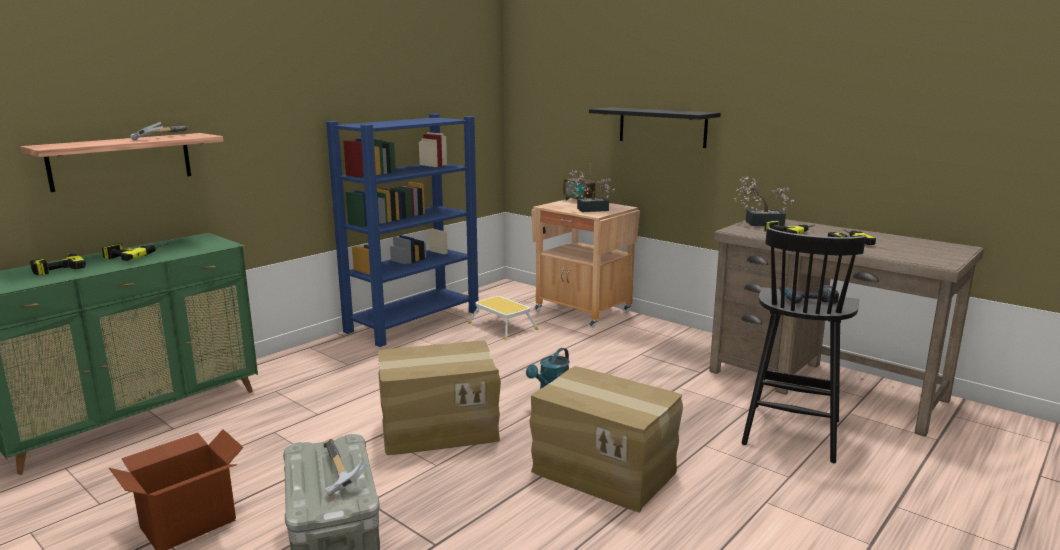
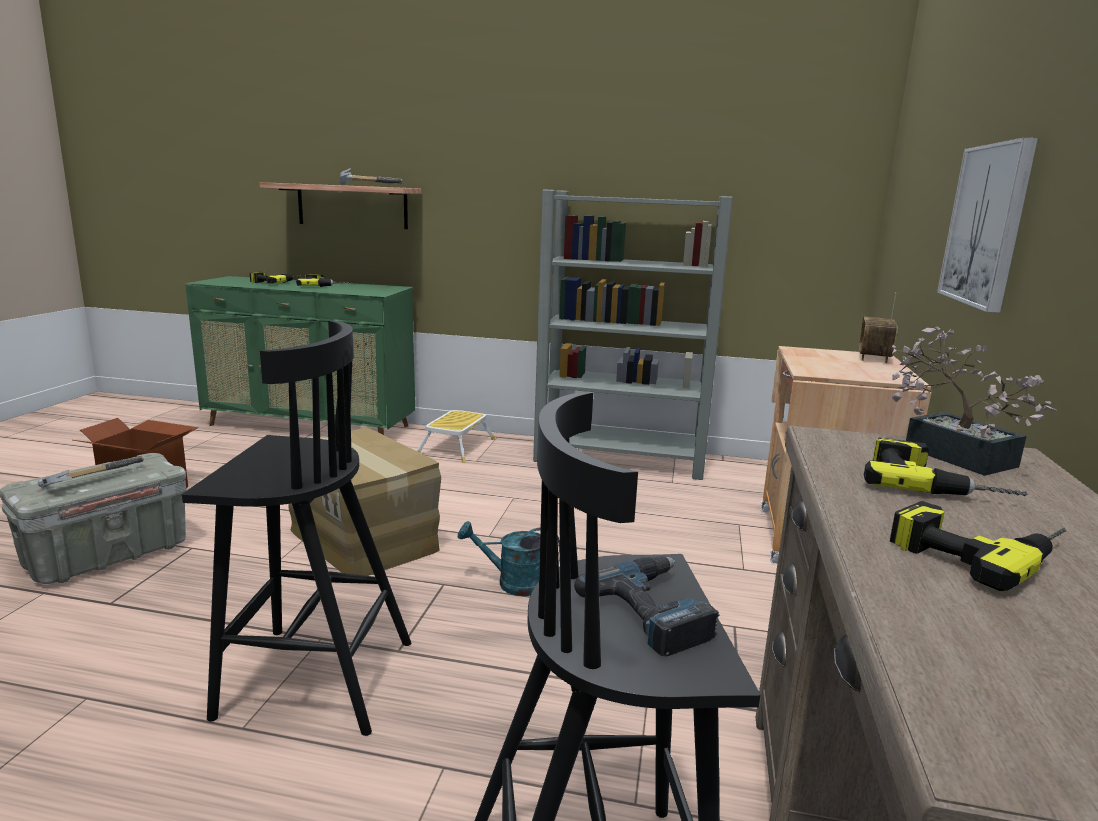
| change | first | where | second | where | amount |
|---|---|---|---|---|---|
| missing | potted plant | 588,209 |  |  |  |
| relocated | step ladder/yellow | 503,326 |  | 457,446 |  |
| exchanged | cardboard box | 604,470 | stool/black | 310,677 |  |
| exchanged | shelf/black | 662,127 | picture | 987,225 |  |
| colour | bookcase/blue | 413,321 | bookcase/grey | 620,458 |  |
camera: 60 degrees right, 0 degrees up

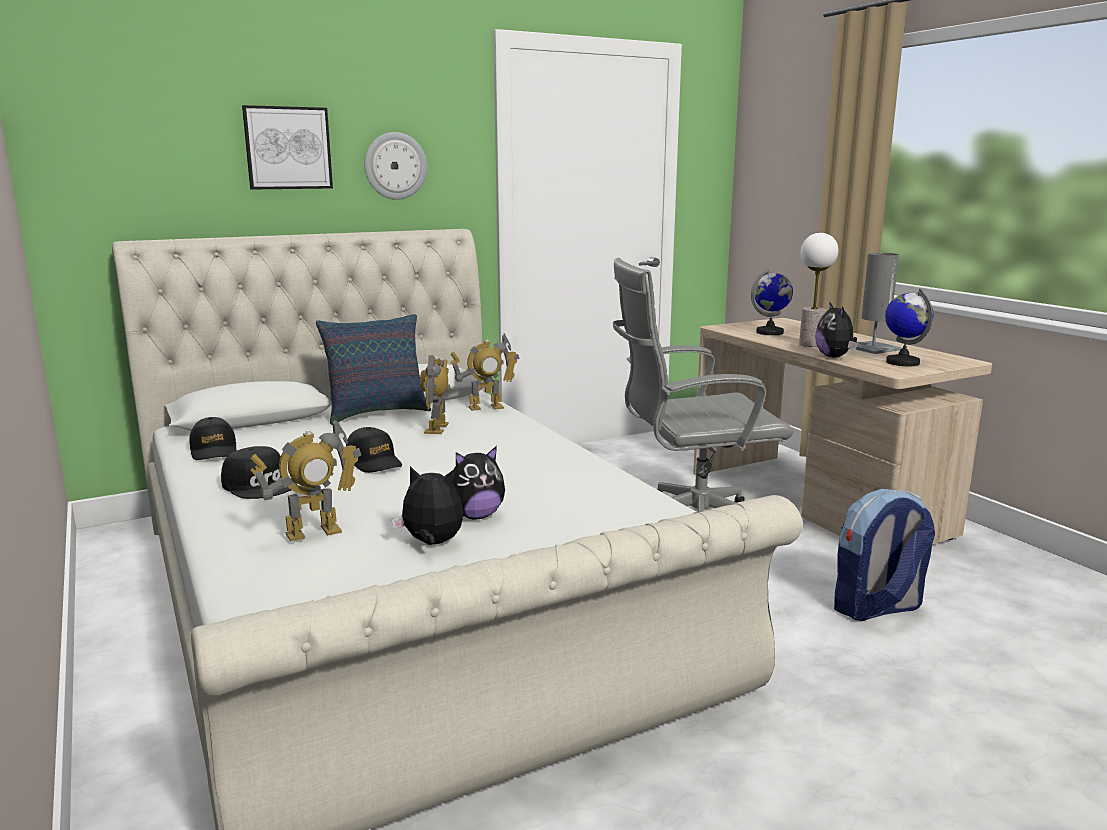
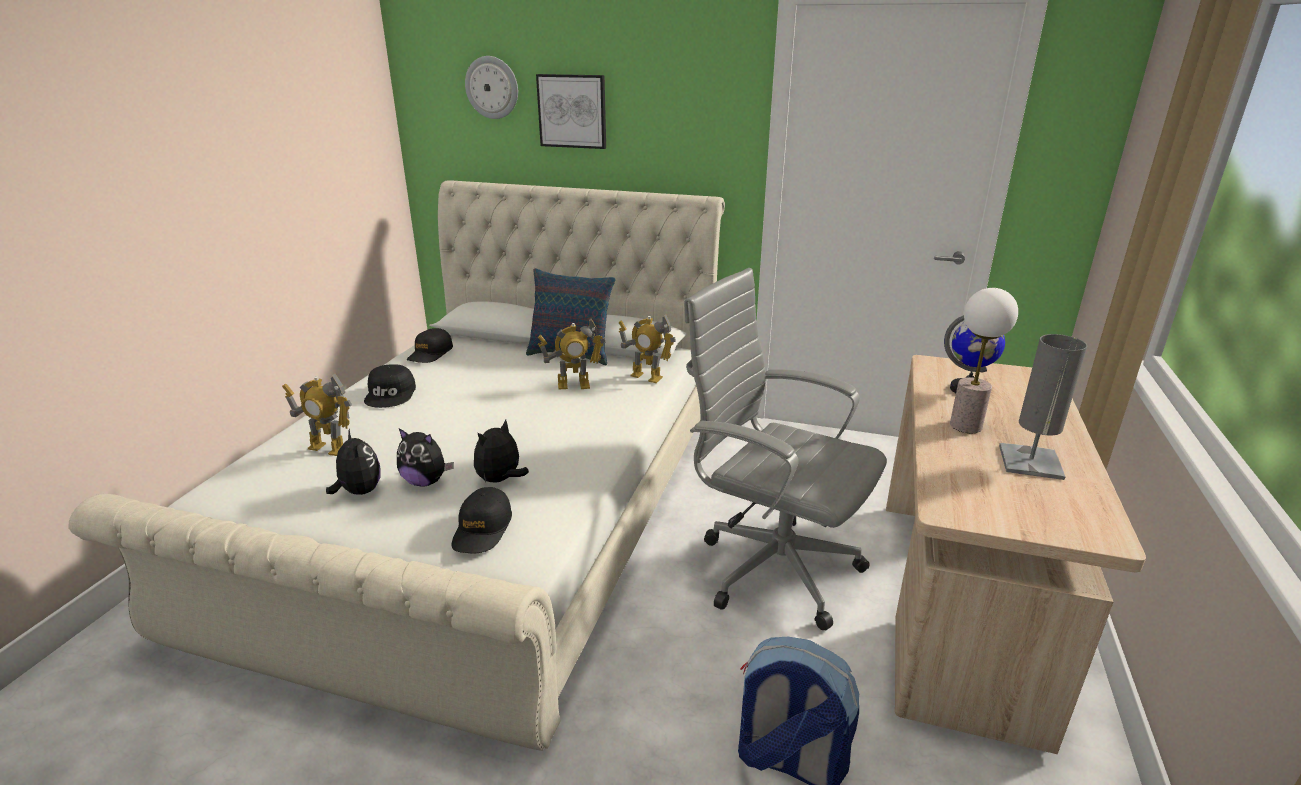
| change | first | where | second | where | amount |
|---|---|---|---|---|---|
| missing | globe | 902,362 |  |  |  |
| relocated | cap/black | 374,462 |  | 482,529 |  |
| relocated | wall clock | 395,166 |  | 492,87 |  |
| relocated | plush toy | 835,357 |  | 500,480 |  |
| spun | toy robot | 437,428 |  | 574,386 | 150 degrees counterclockwise |
camera: 45 degrees right, 10 degrees up

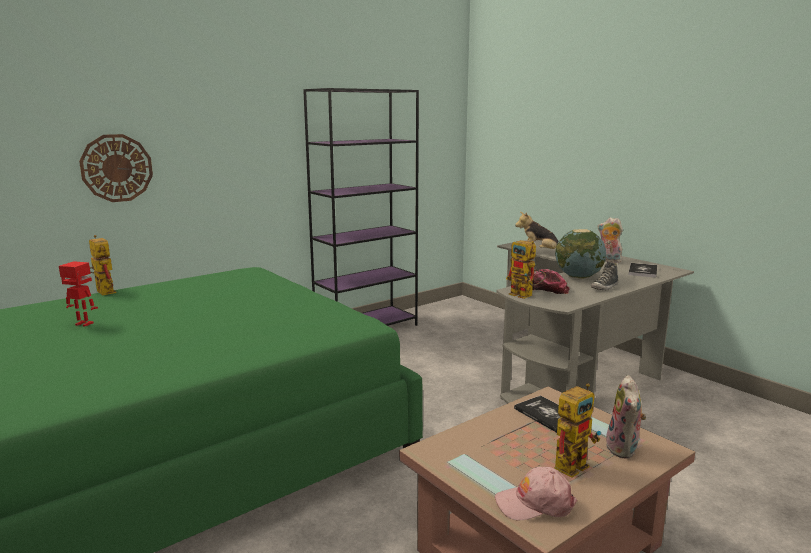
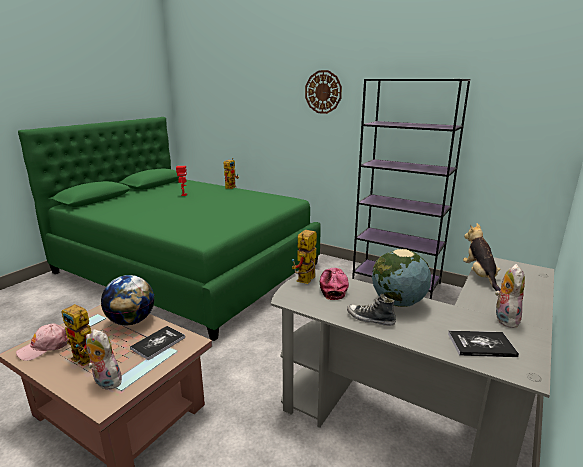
| change | first | where | second | where | amount |
|---|---|---|---|---|---|
| appeared |  |  | globe | 131,321 |  |
| relocated | wall clock | 117,168 |  | 323,92 |  |
| spun | cap/pink | 535,503 |  | 45,347 | 105 degrees counterclockwise |
| spun | plush toy | 624,449 |  | 105,382 | 45 degrees clockwise |
camera: 70 degrees right, 5 degrees up

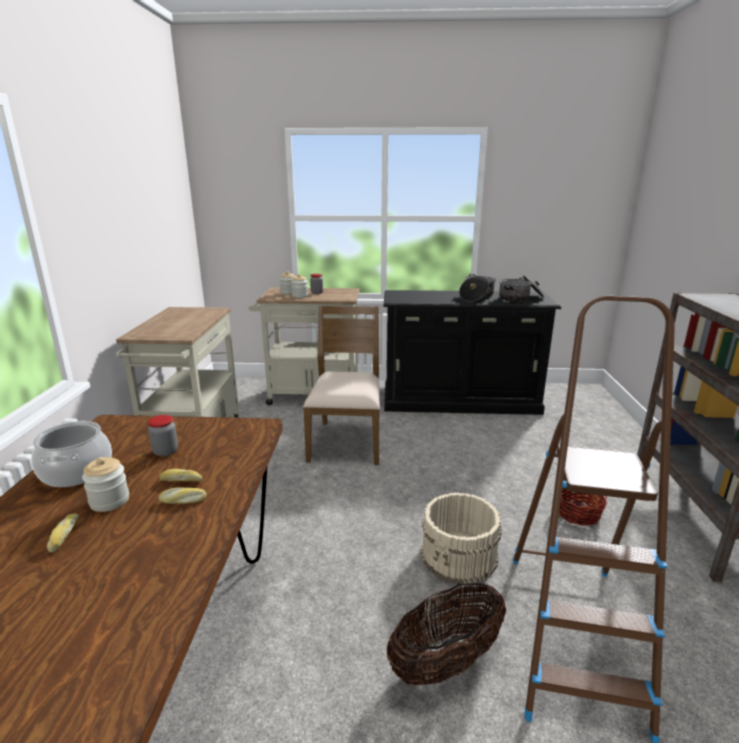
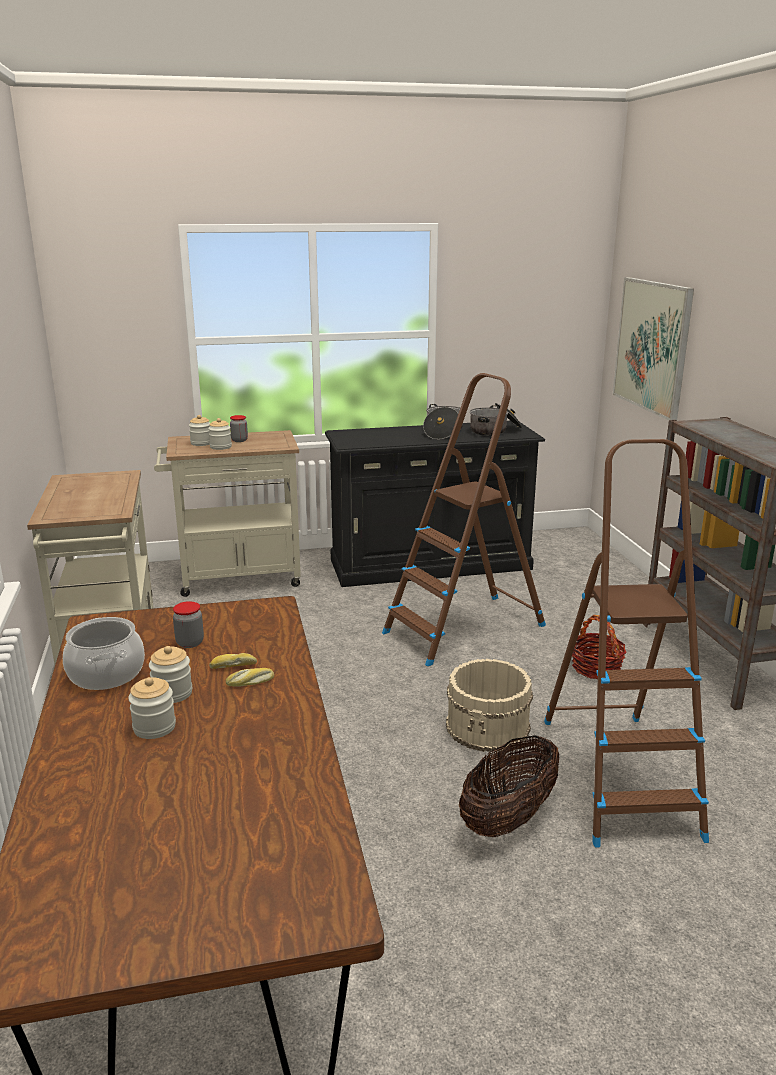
| change | first | where | second | where | amount |
|---|---|---|---|---|---|
| missing | chair/brown | 346,441 |  |  |  |
| appeared |  |  | step ladder/brown | 463,629 |  |
| appeared |  |  | picture | 652,346 |  |
| exchanged | bread | 63,536 | jar | 154,727 |  |
camera: 15 degrees left, 0 degrees up

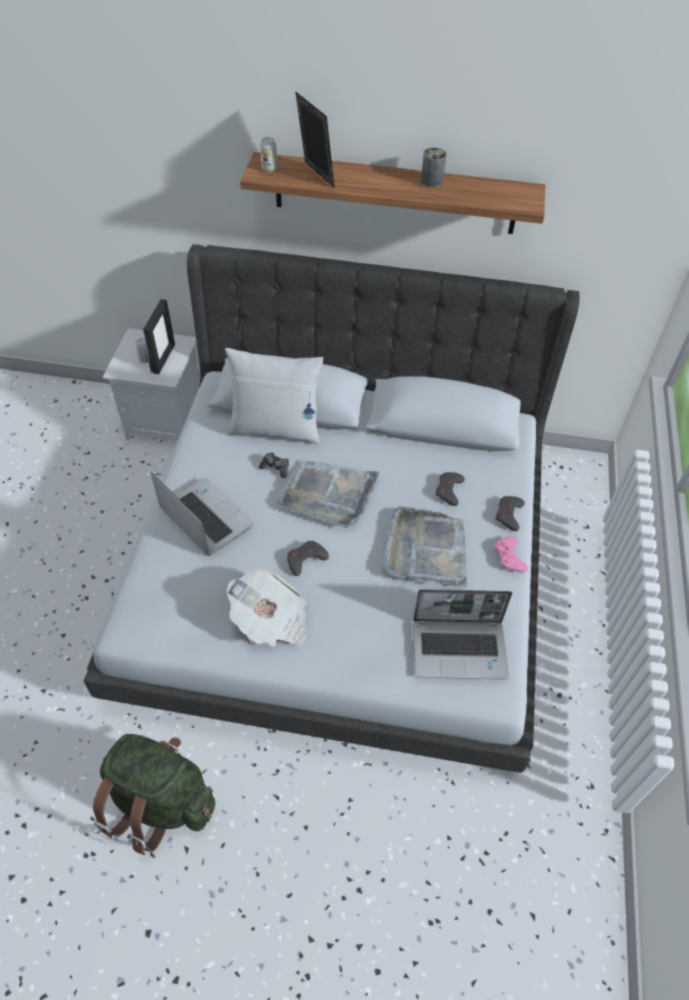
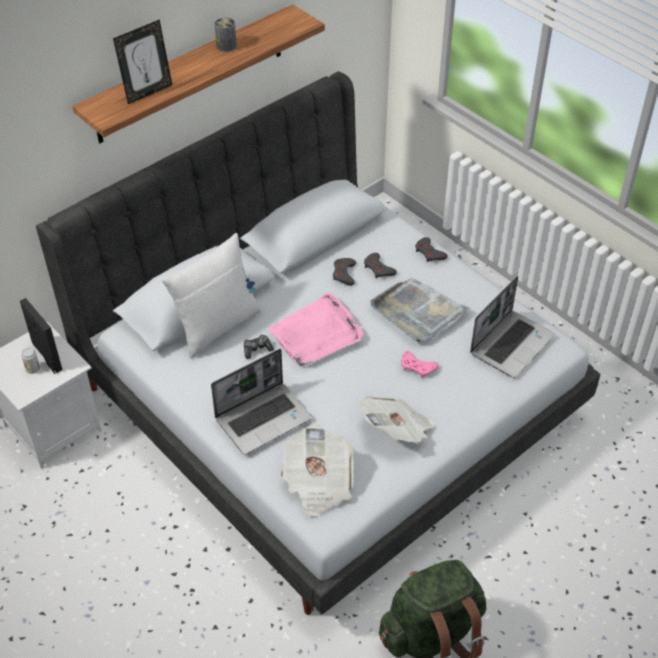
| change | first | where | second | where | amount |
|---|---|---|---|---|---|
| missing | can | 269,168 |  |  |  |
| appeared |  |  | newspaper | 318,483 |  |
| relocated | game controller/grey | 305,559 |  | 344,274 |  |
| relocated | game controller/pink | 509,557 |  | 417,367 |  |
| colour | tray/grey | 328,495 | tray/pink | 316,334 |  |
| spun | laptop | 204,518 |  | 264,418 | 150 degrees clockwise |
| spun | picture frame | 315,176 |  | 148,92 | 135 degrees clockwise |
camera: 50 degrees left, 5 degrees down

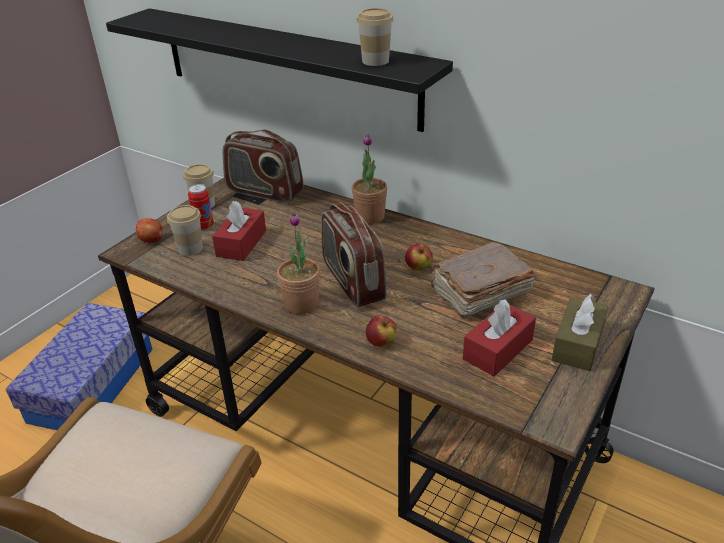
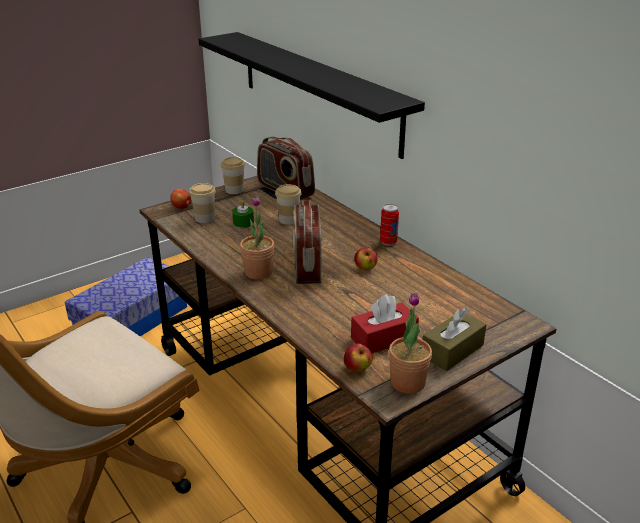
| change | first | where | second | where | amount |
|---|---|---|---|---|---|
| missing | book/brown | 478,293 |  |  |  |
| relocated | can | 204,227 |  | 388,242 |  |
| relocated | potted plant | 370,216 |  | 407,382 |  |
| relocated | cup | 375,61 |  | 288,220 |  |
| relocated | apple | 381,342 |  | 357,368 |  |
| exchanged | tissue box/red | 241,243 | candle/green | 243,222 |  |
camera: 20 degrees right, 5 degrees down

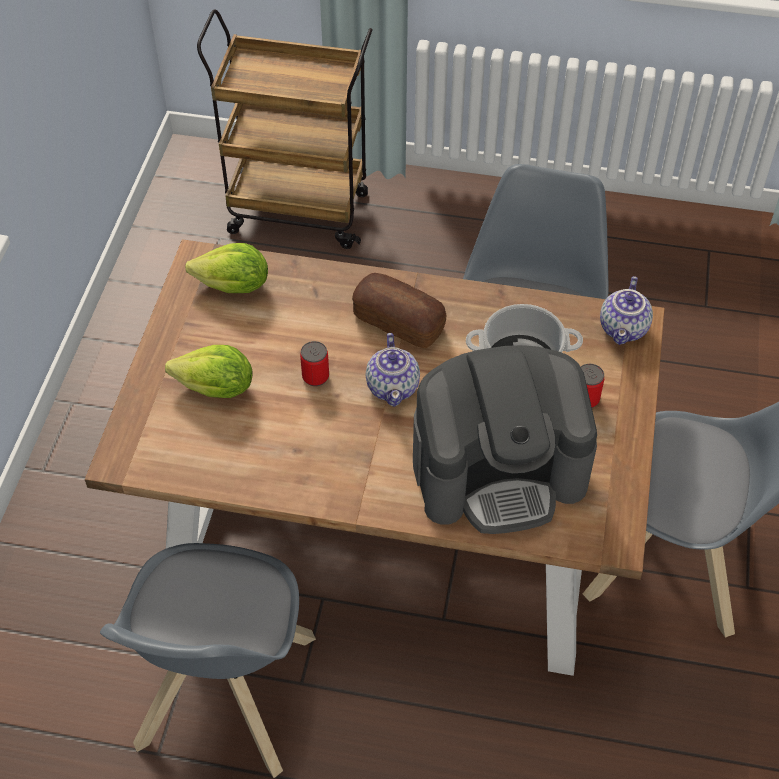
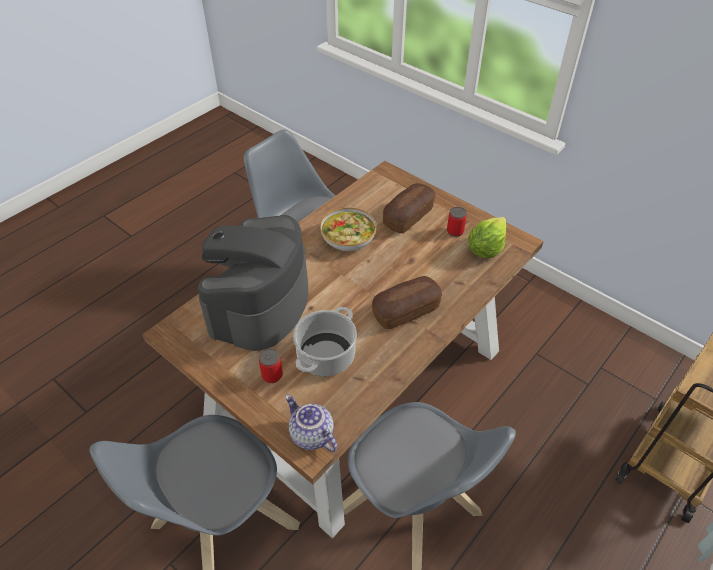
| change | first | where | second | where | amount |
|---|---|---|---|---|---|
| missing | teapot | 393,386 |  |  |  |
| appeared |  |  | bowl | 348,238 |  |
| relocated | can | 315,377 |  | 455,231 |  |
| exchanged | lettuce | 216,389 | bread | 408,216 |  |
camera: 120 degrees right, 5 degrees down

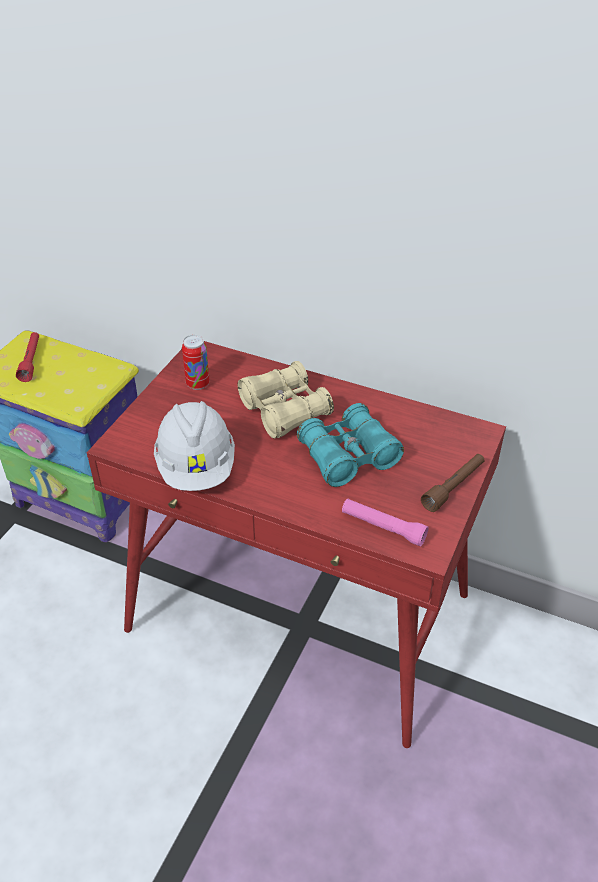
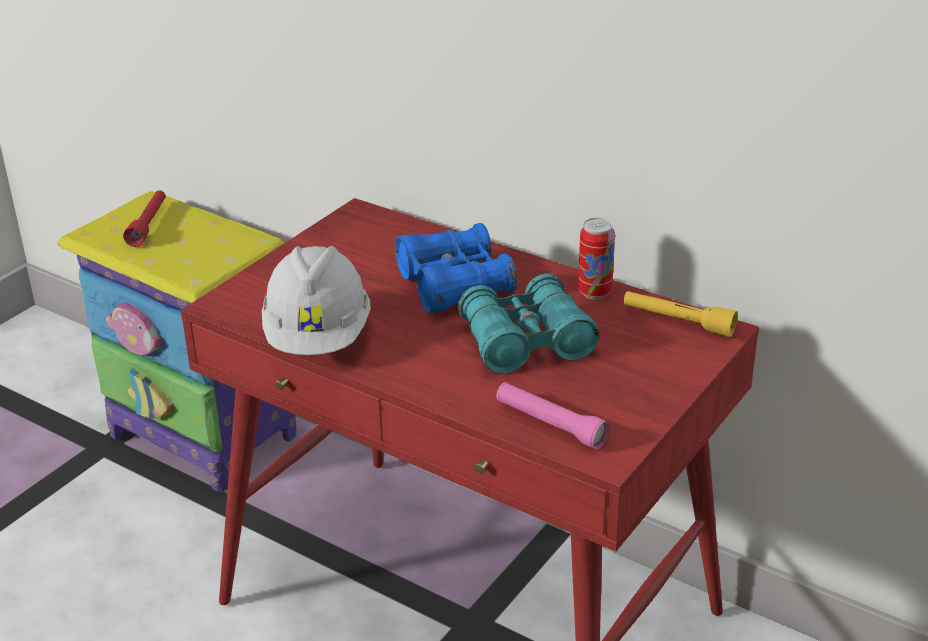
| change | first | where | second | where | amount |
|---|---|---|---|---|---|
| missing | flashlight/brown | 453,487 |  |  |  |
| appeared |  |  | flashlight/yellow | 677,322 |  |
| relocated | can | 198,384 |  | 594,292 |  |
| colour | binoculars/beige | 284,410 | binoculars/blue | 454,285 |  |
camera: 10 degrees right, 10 degrees down

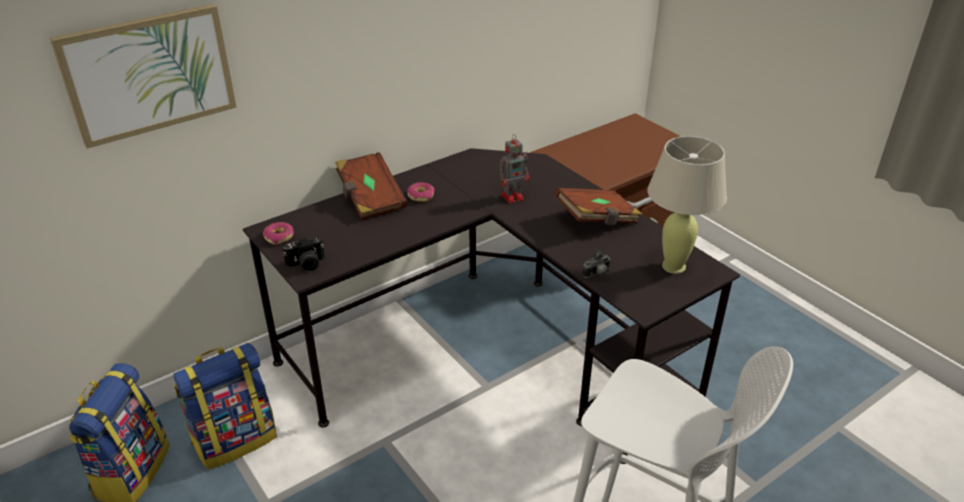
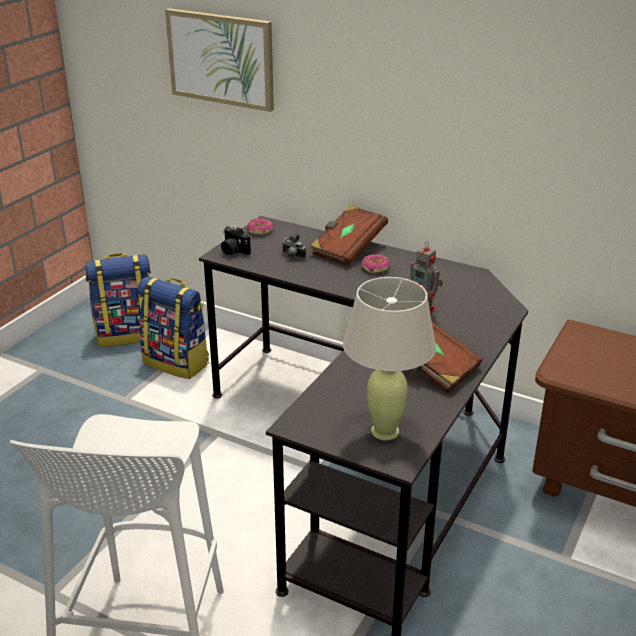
| change | first | where | second | where | amount |
|---|---|---|---|---|---|
| relocated | photo camera | 597,274 |  | 292,256 |  |
camera: 65 degrees right, 5 degrees down

